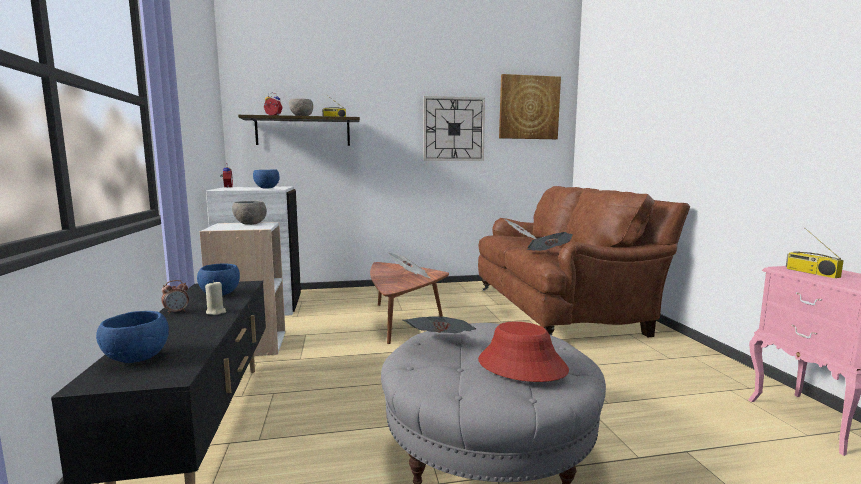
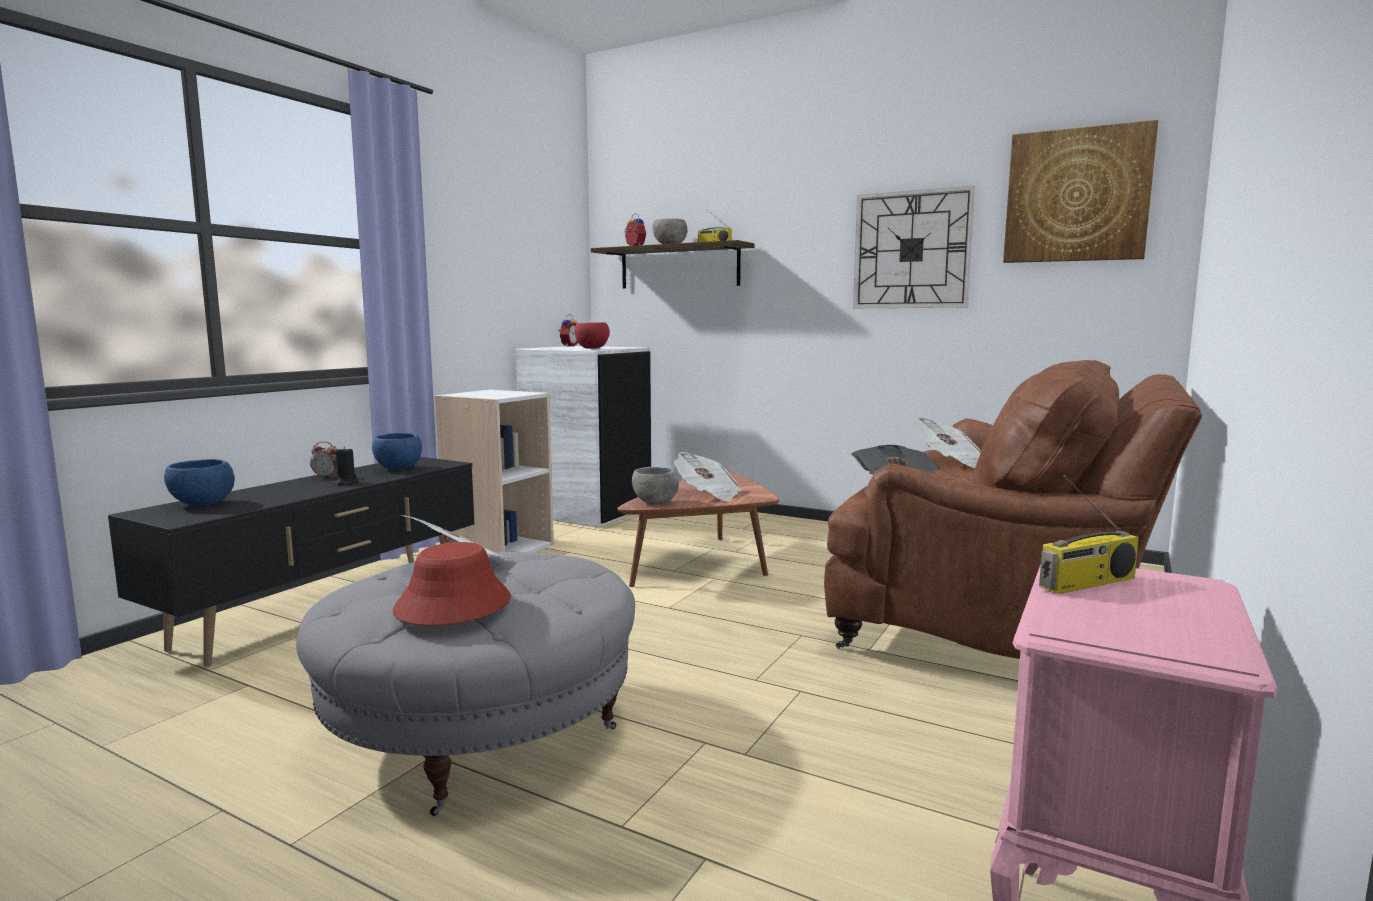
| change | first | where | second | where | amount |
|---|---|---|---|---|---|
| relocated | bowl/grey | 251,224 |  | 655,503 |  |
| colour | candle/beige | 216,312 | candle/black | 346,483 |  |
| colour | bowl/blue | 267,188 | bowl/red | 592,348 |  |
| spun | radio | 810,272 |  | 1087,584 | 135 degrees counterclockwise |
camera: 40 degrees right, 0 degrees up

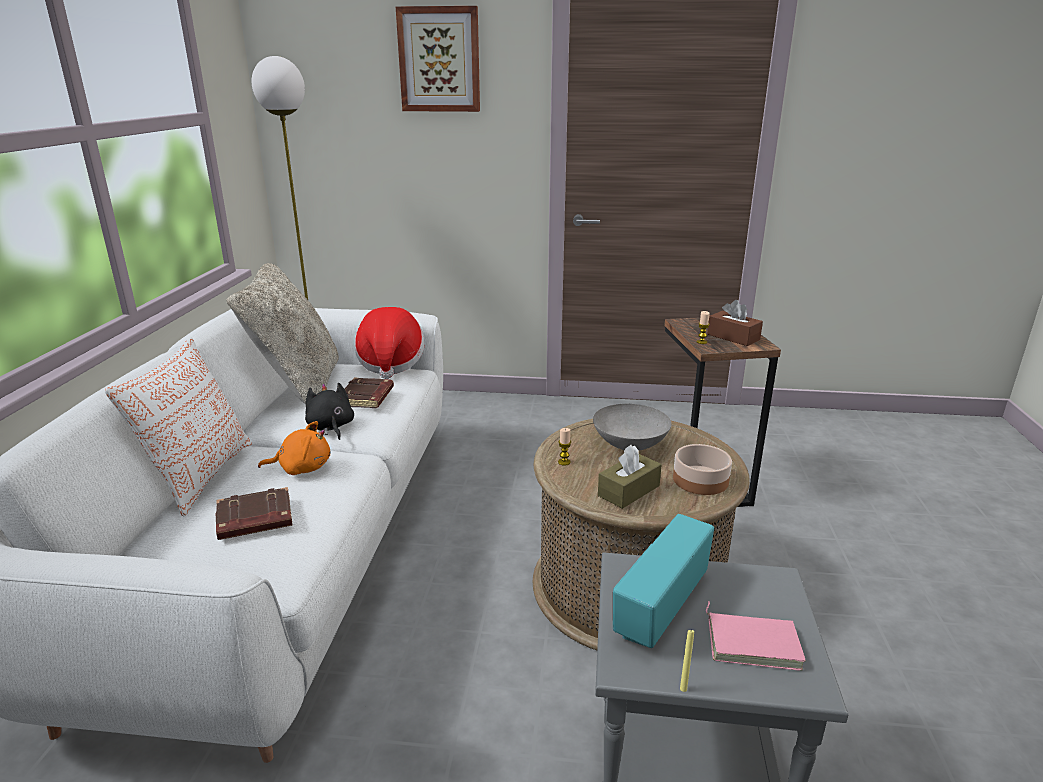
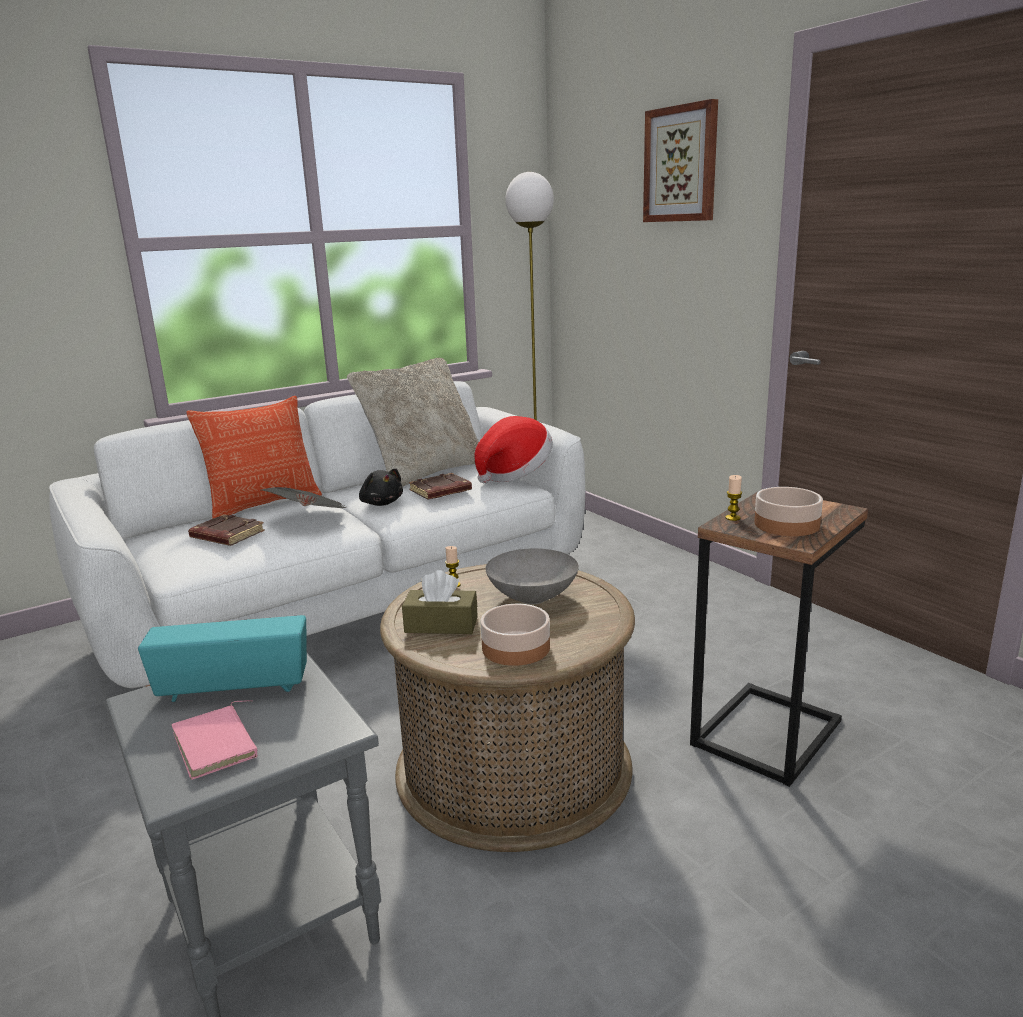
| change | first | where | second | where | amount |
|---|---|---|---|---|---|
| missing | candle/yellow | 683,689 |  |  |  |
| exchanged | plush toy/orange | 302,468 | newspaper | 311,520 |  |
| exchanged | tissue box/brown | 733,337 | bowl | 787,525 |  |
| colour | pillow/white | 201,477 | pillow/orange | 264,505 |  |
| spun | plush toy/black | 331,427 |  | 381,503 | 120 degrees clockwise |
camera: 50 degrees right, 5 degrees down

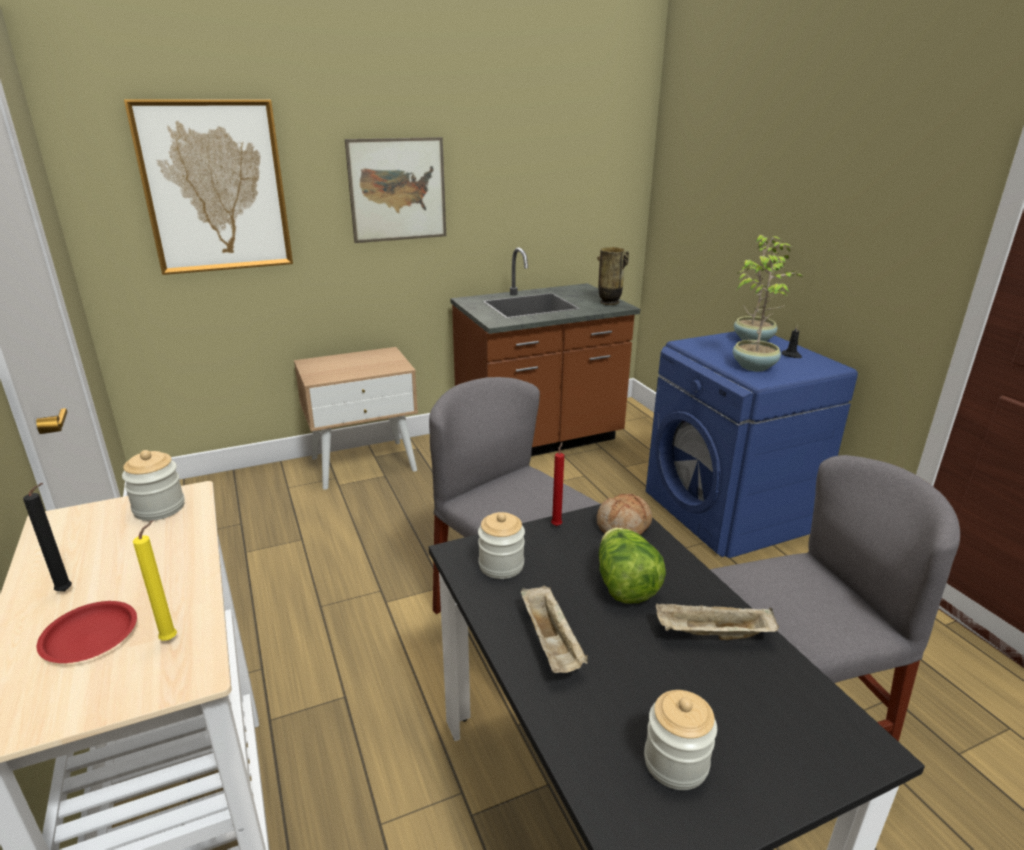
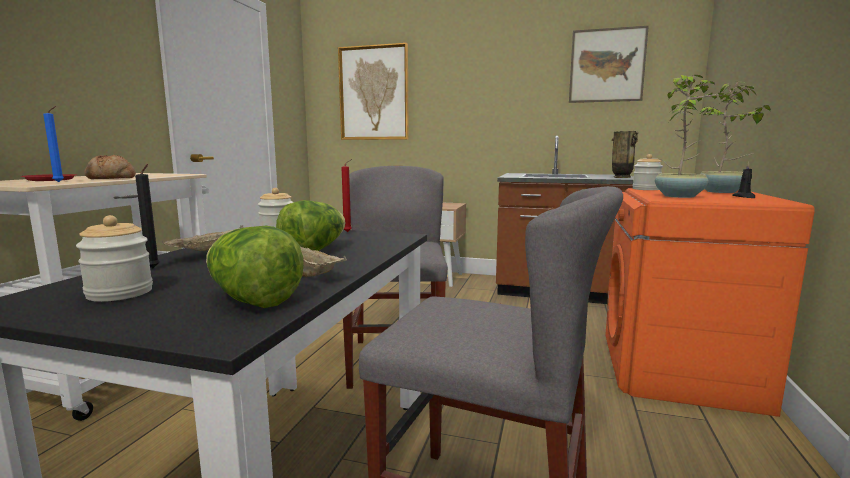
| change | first | where | second | where | amount |
|---|---|---|---|---|---|
| appeared |  |  | lettuce | 253,300 |  |
| relocated | candle/black | 67,591 |  | 154,268 |  |
| relocated | jar | 159,508 |  | 646,189 |  |
| relocated | picture | 397,190 |  | 607,65 |  |
| relocated | bread | 624,526 |  | 110,178 |  |
| colour | candle/yellow | 172,638 | candle/blue | 60,182 |  |
| colour | washing machine/blue | 726,511 | washing machine/orange | 675,369 |  |
camera: 40 degrees right, 15 degrees down

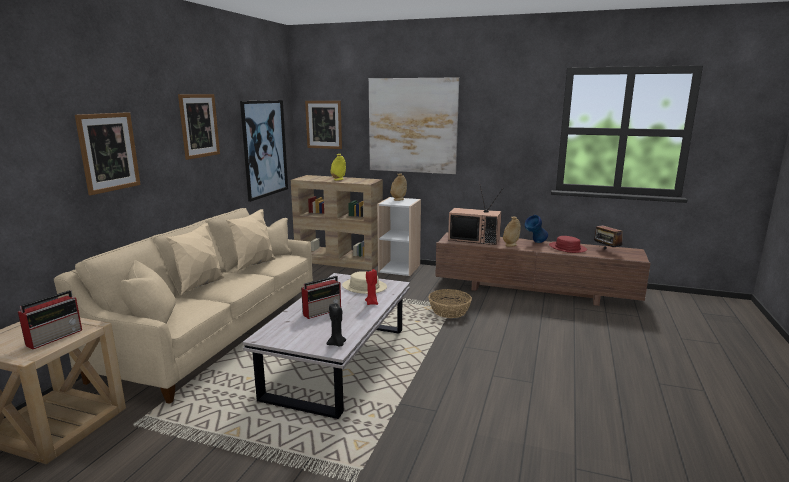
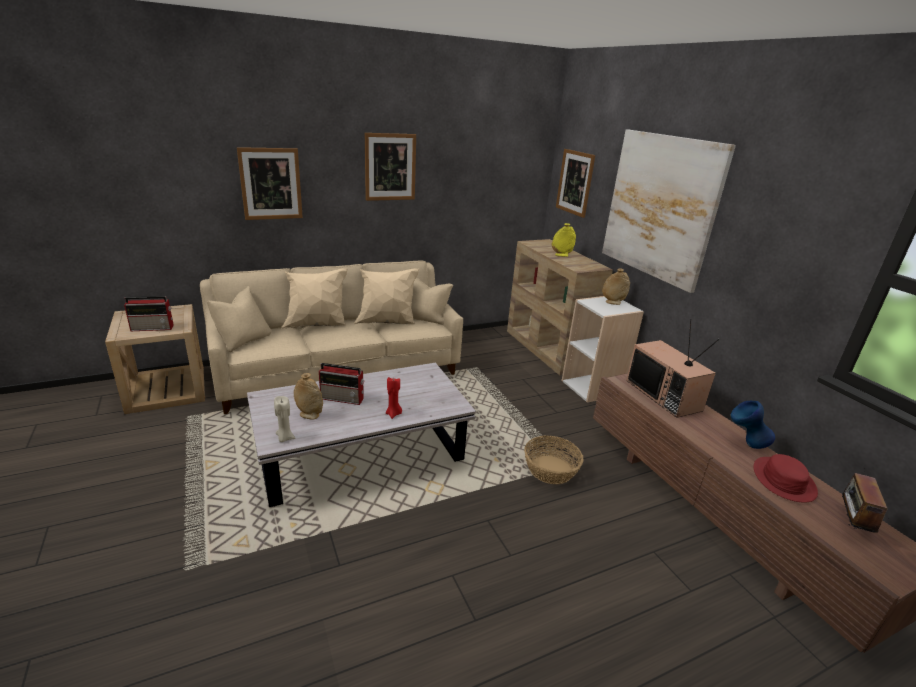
| change | first | where | second | where | amount |
|---|---|---|---|---|---|
| missing | picture | 265,148 |  |  |  |
| missing | hat/beige | 364,287 |  |  |  |
| relocated | vase/beige | 511,245 |  | 309,415 |  |
| colour | candle/black | 337,344 | candle/beige | 285,438 |  |
camera: 45 degrees right, 10 degrees up

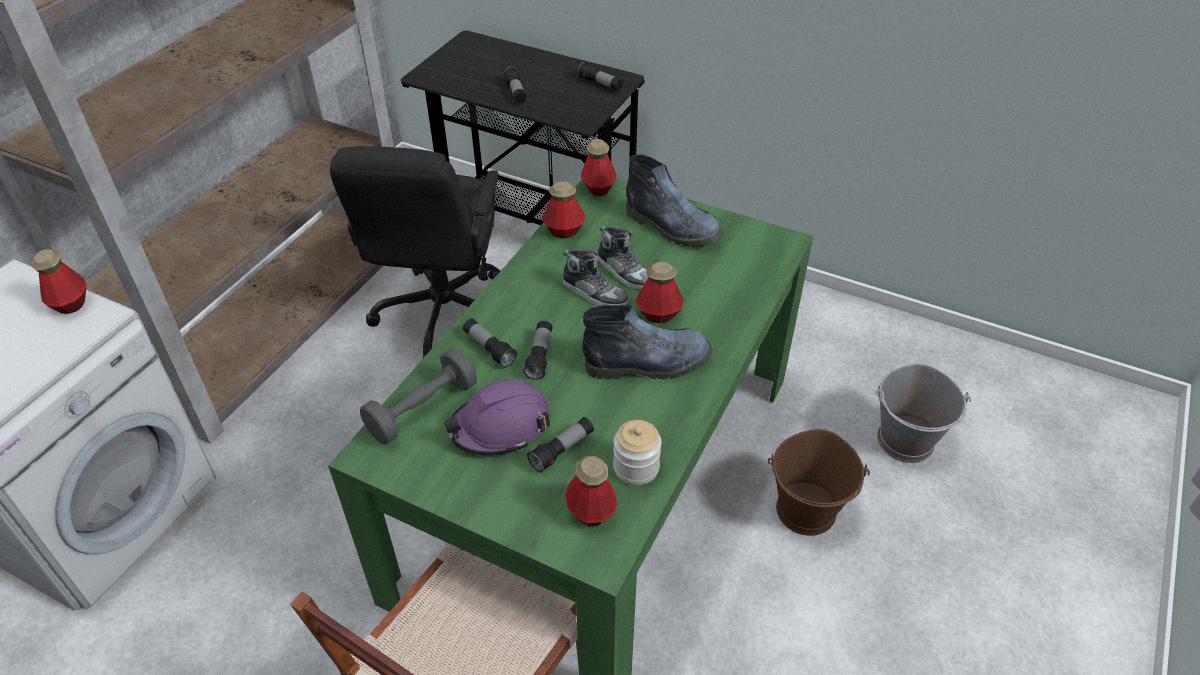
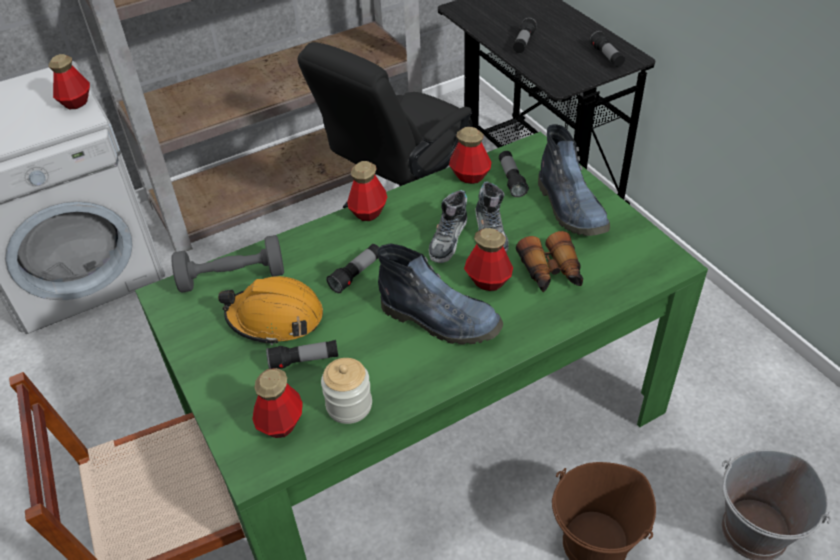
| change | first | where | second | where | amount |
|---|---|---|---|---|---|
| appeared |  |  | binoculars | 551,273 |  |
| relocated | flashlight | 489,348 |  | 511,180 |  |
| relocated | bottle | 598,188 |  | 368,212 |  |
| colour | hard hat/purple | 500,427 | hard hat/orange | 275,318 |  |
| spun | shoe | 594,293 |  | 448,240 | 45 degrees clockwise |
camera: 35 degrees right, 0 degrees up

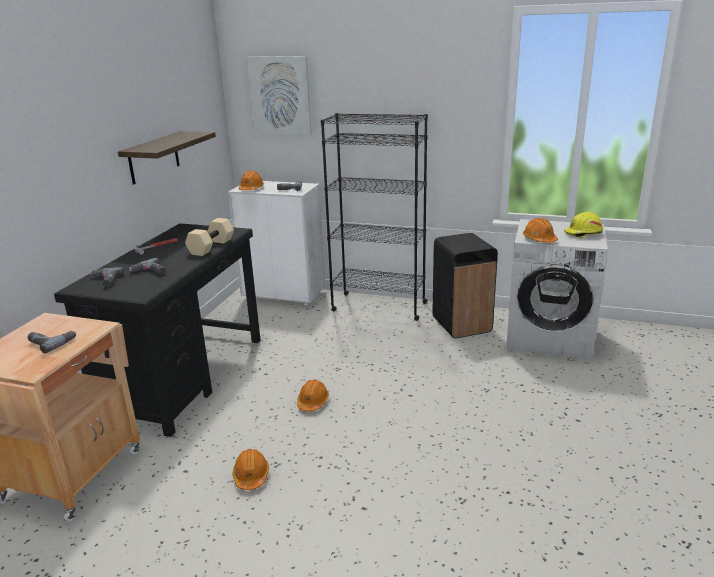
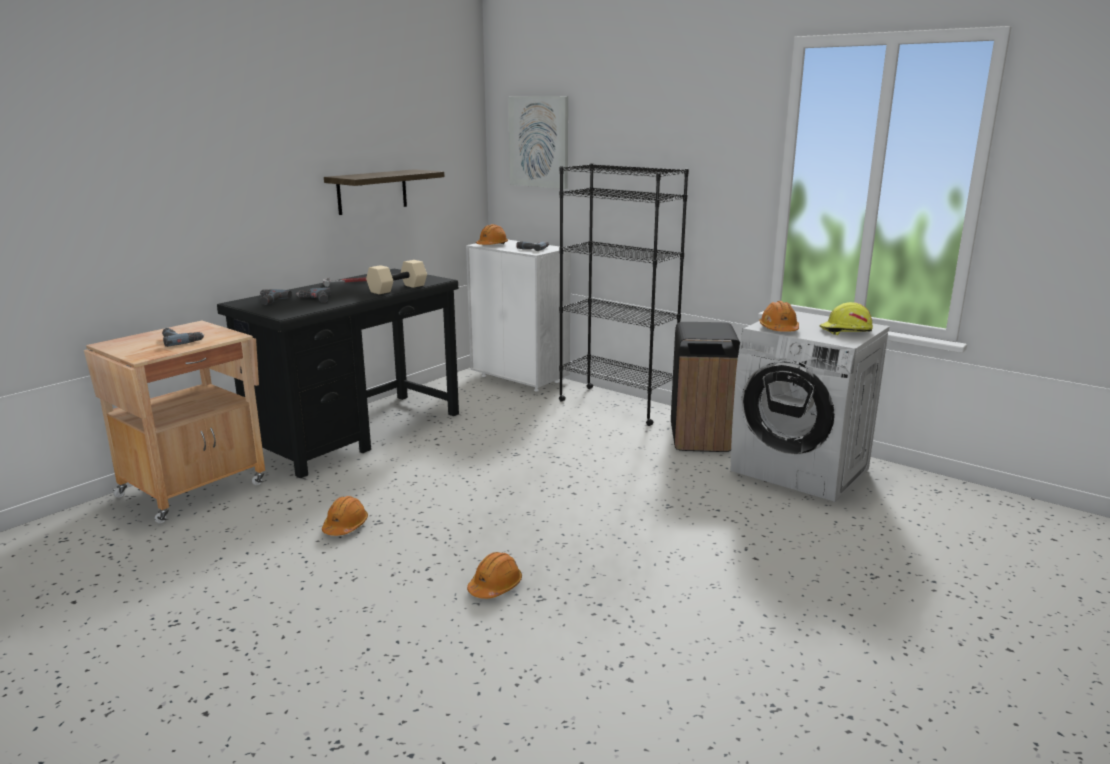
| change | first | where | second | where | amount |
|---|---|---|---|---|---|
| relocated | hard hat/orange | 313,402 |  | 495,586 |  |
camera: 20 degrees right, 5 degrees down

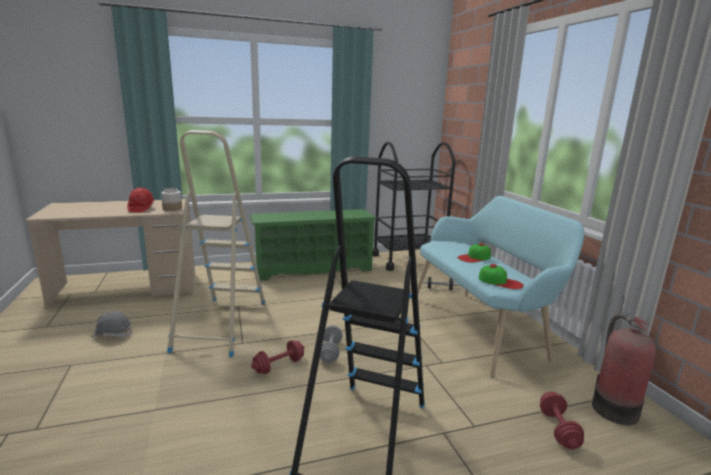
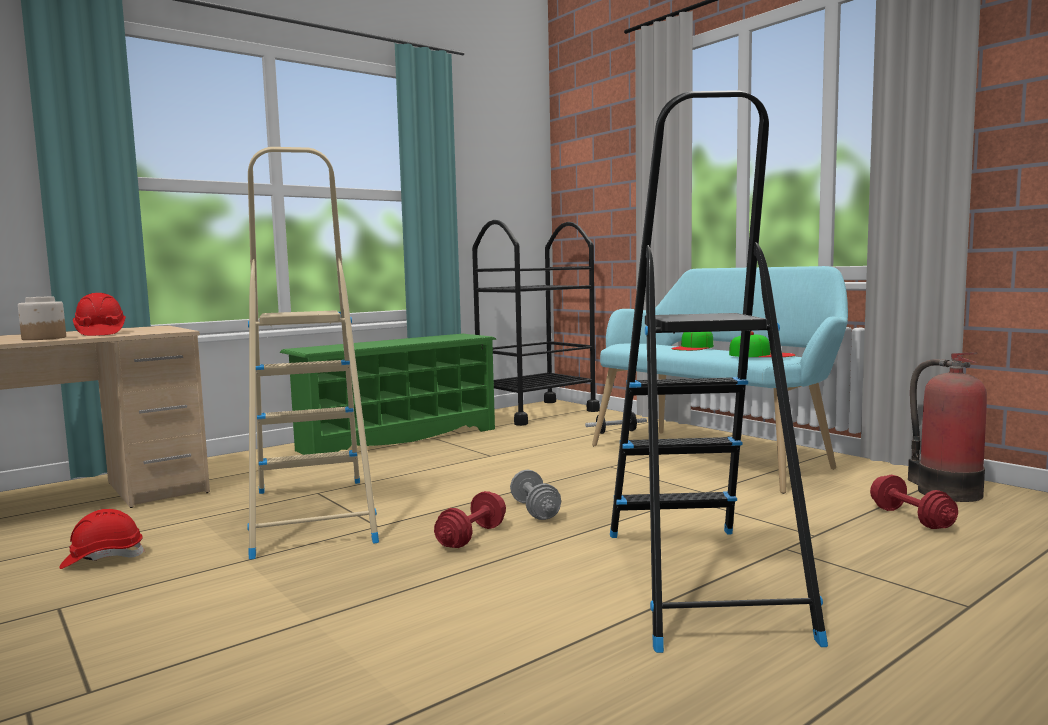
| change | first | where | second | where | amount |
|---|---|---|---|---|---|
| relocated | jar | 172,209 |  | 43,338 |  |
| colour | hard hat/grey | 112,334 | hard hat/red | 103,559 |  |
camera: 20 degrees left, 10 degrees down

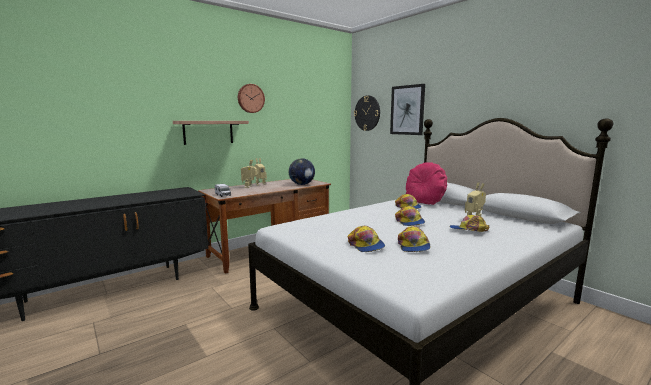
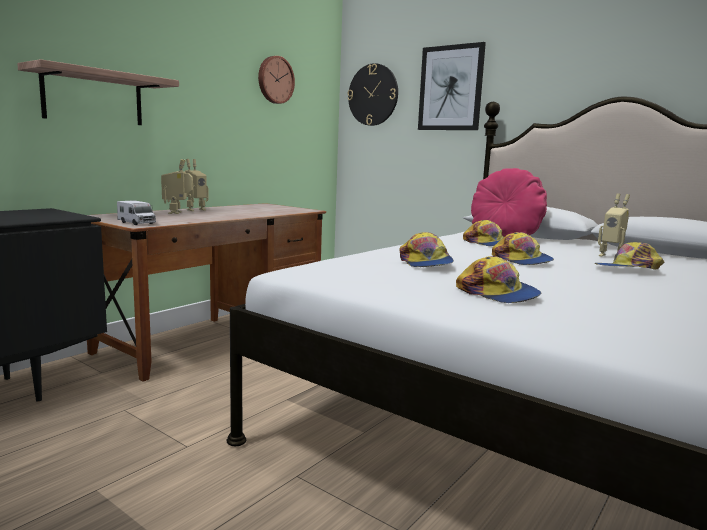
| change | first | where | second | where | amount |
|---|---|---|---|---|---|
| missing | globe | 302,184 |  |  |  |
| relocated | wall clock | 250,98 |  | 275,80 |  |
| relocated | cap | 413,246 |  | 425,262 |  |
camera: 15 degrees left, 0 degrees up

